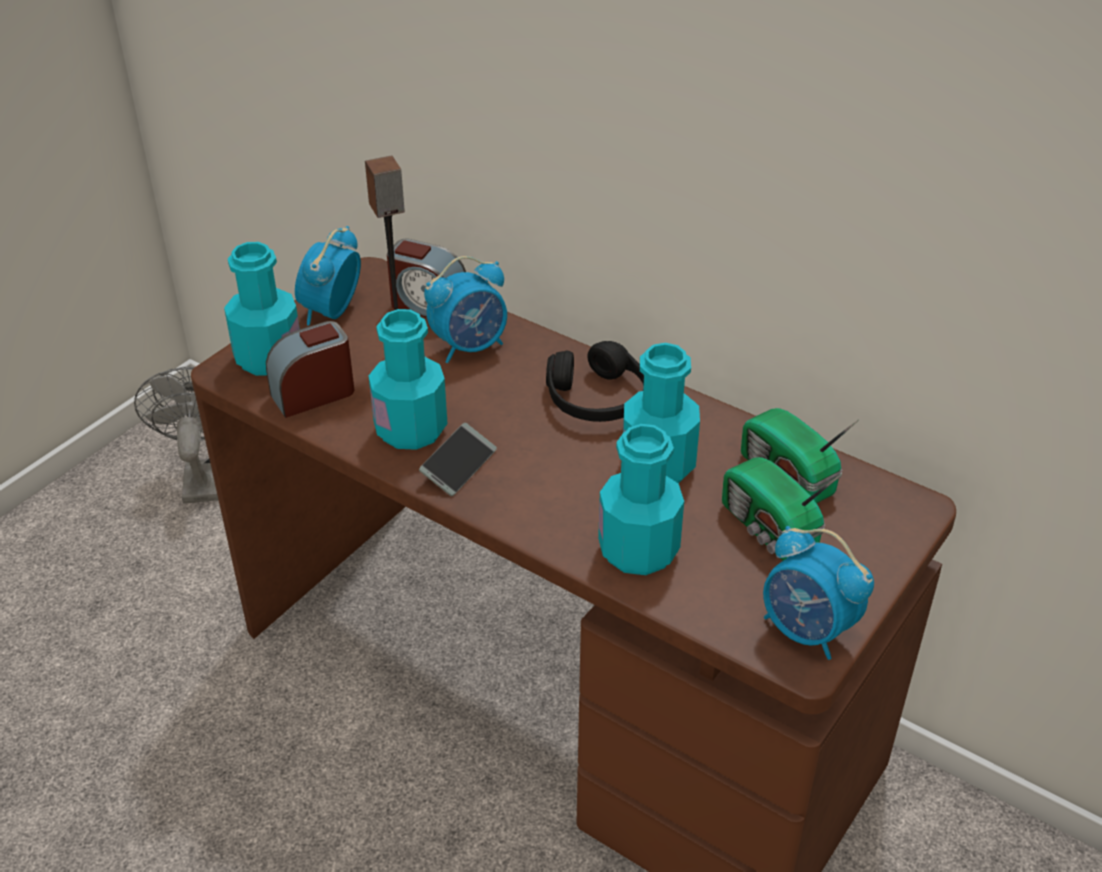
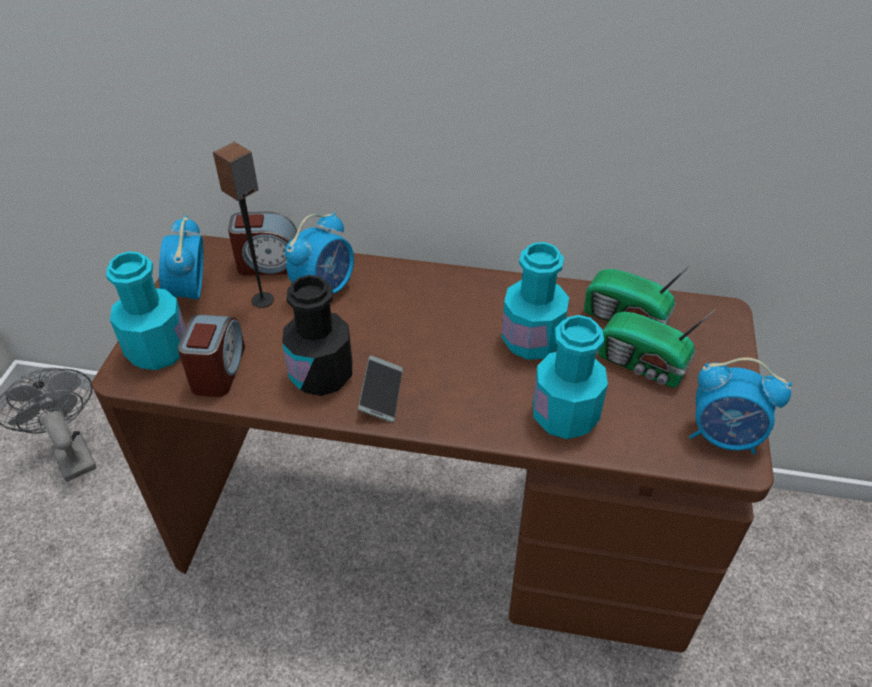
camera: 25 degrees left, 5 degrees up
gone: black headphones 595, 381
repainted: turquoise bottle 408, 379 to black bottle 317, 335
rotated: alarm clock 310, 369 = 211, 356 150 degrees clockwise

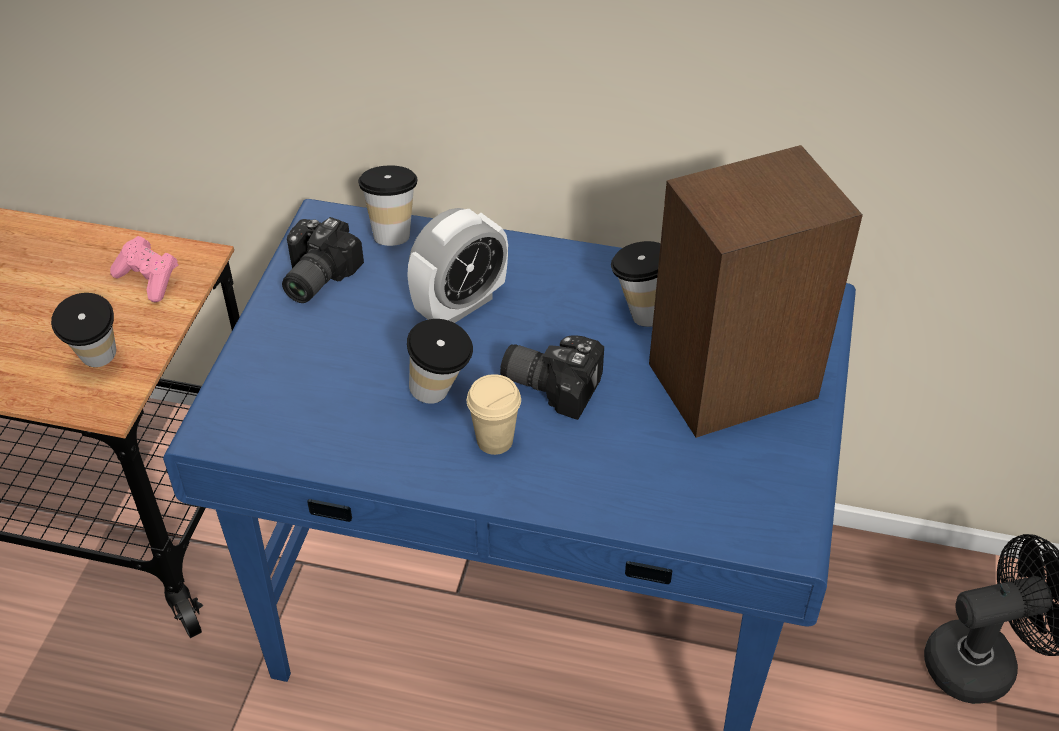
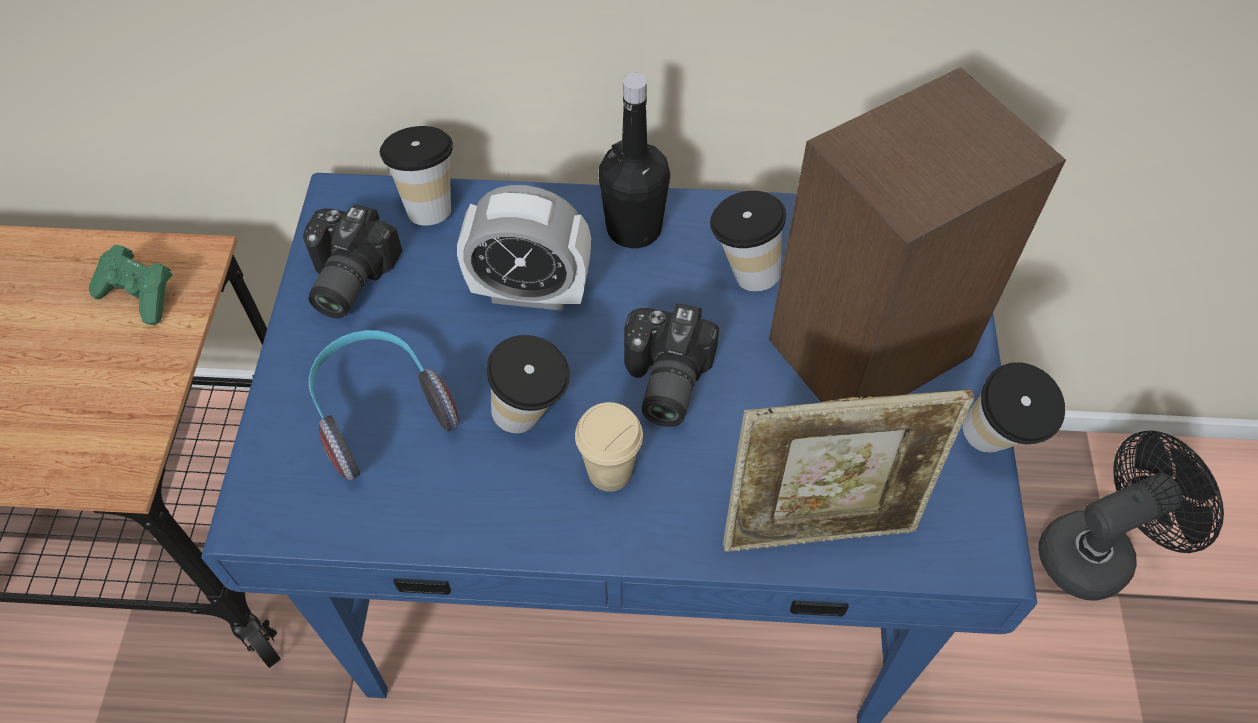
camera: 10 degrees left, 10 degrees up
new: headphones 384, 405; black bottle 634, 160; picture frame 848, 470
shifted: cup 83, 330 to 1014, 407
repainted: pink game controller 144, 269 to green game controller 131, 285
rotated: alarm clock 457, 265 = 524, 248 60 degrees clockwise; photo camera 552, 377 = 671, 365 90 degrees counterclockwise

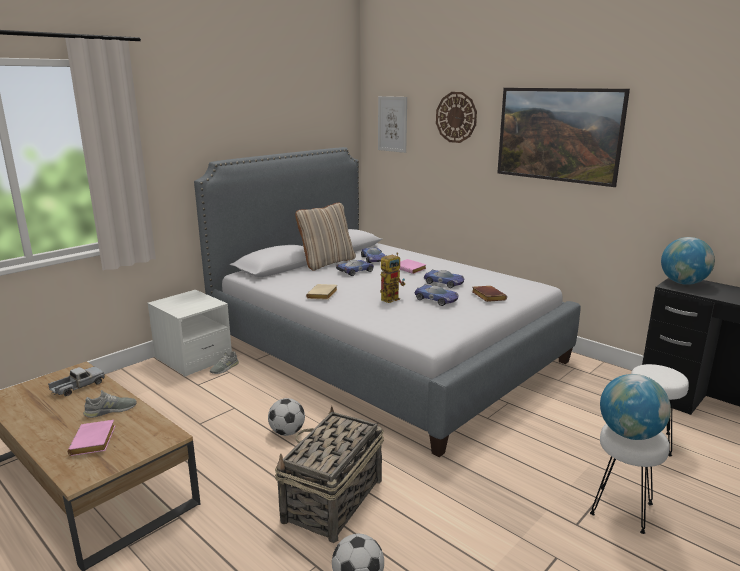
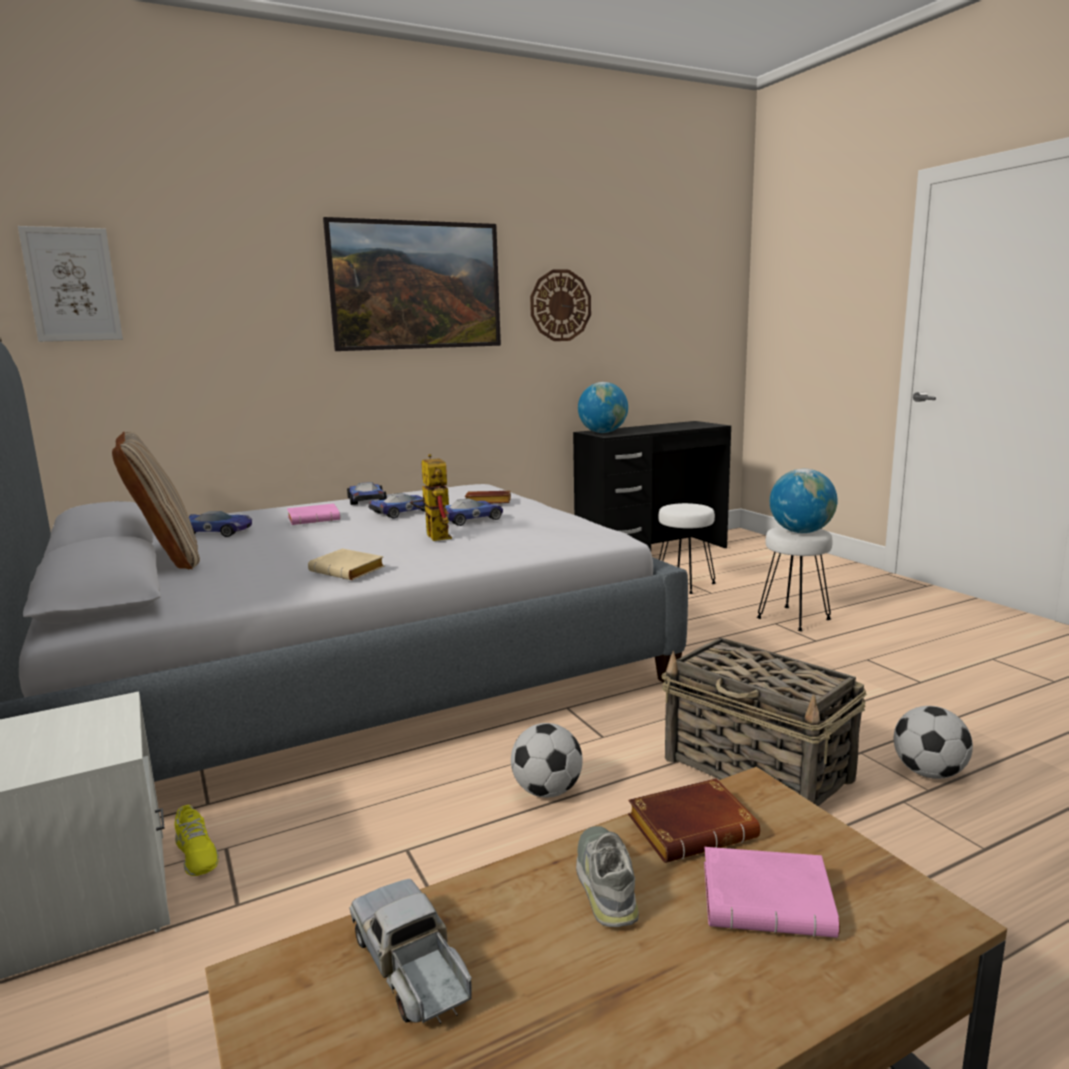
camera: 70 degrees left, 5 degrees down
new: brown book 694, 820
shifted: toy car 355, 268 to 367, 493; wall clock 456, 117 to 560, 305
repainted: grey shoe 224, 362 to yellow shoe 196, 840

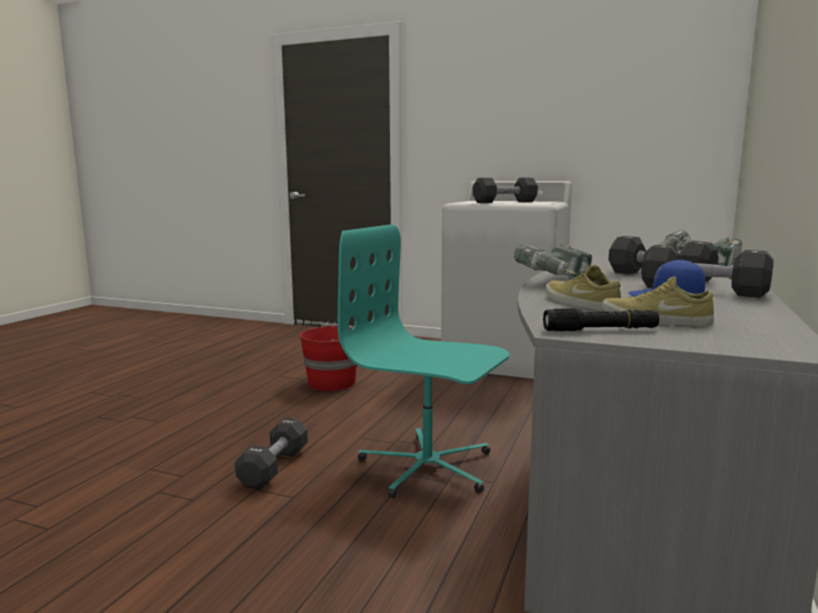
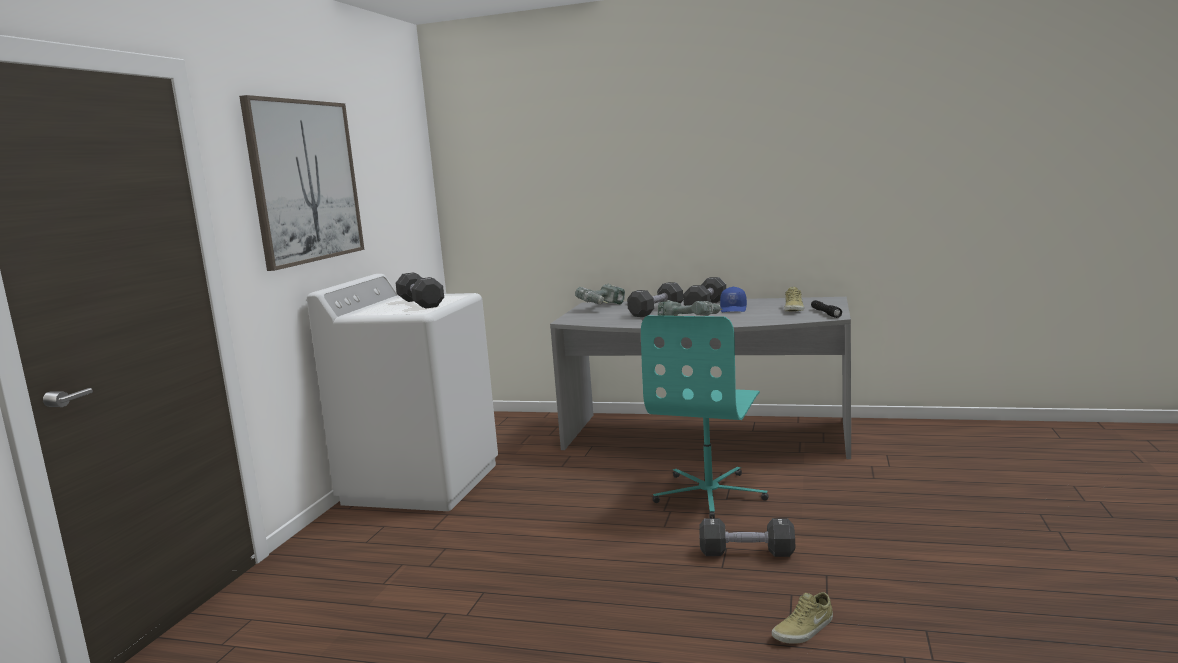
camera: 95 degrees left, 0 degrees up
gone: red bucket 328, 357
new: picture 301, 183
shifted: beige shoe 583, 287 to 802, 618

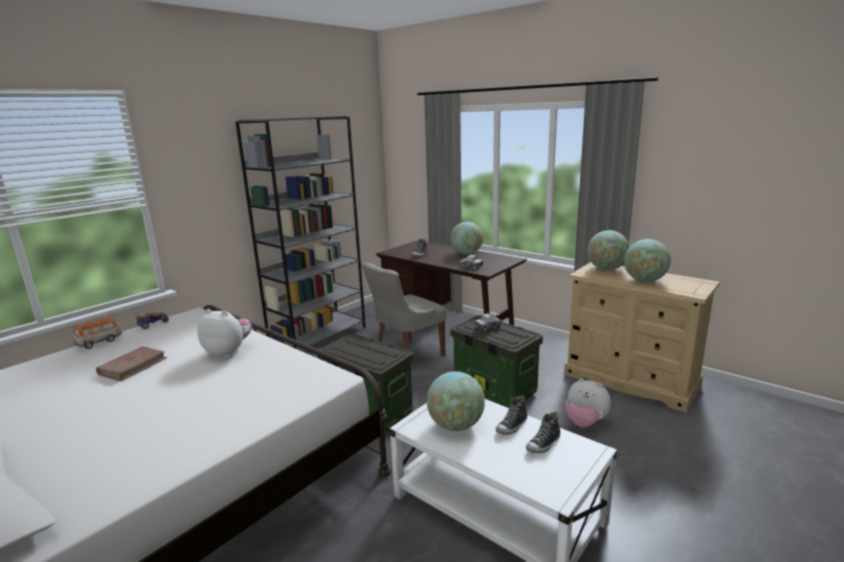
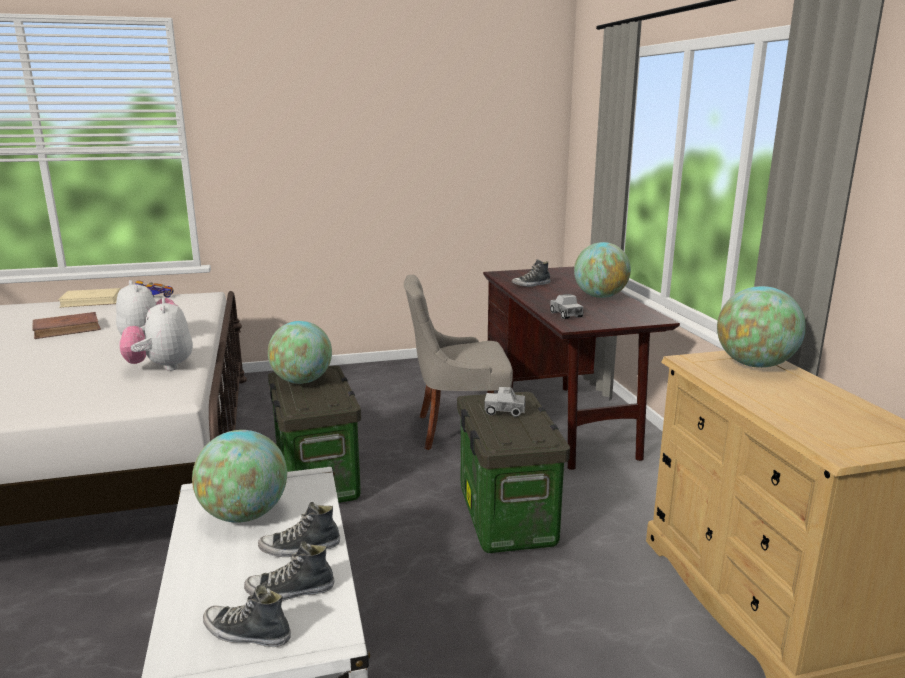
camera: 35 degrees right, 0 degrees up
gone: grey bookcase 301, 233
new: shoe 247, 616
shifted: plush toy 588, 402 to 156, 334; globe 647, 260 to 300, 352
swapped: toy car 97, 333 to beige book 89, 298

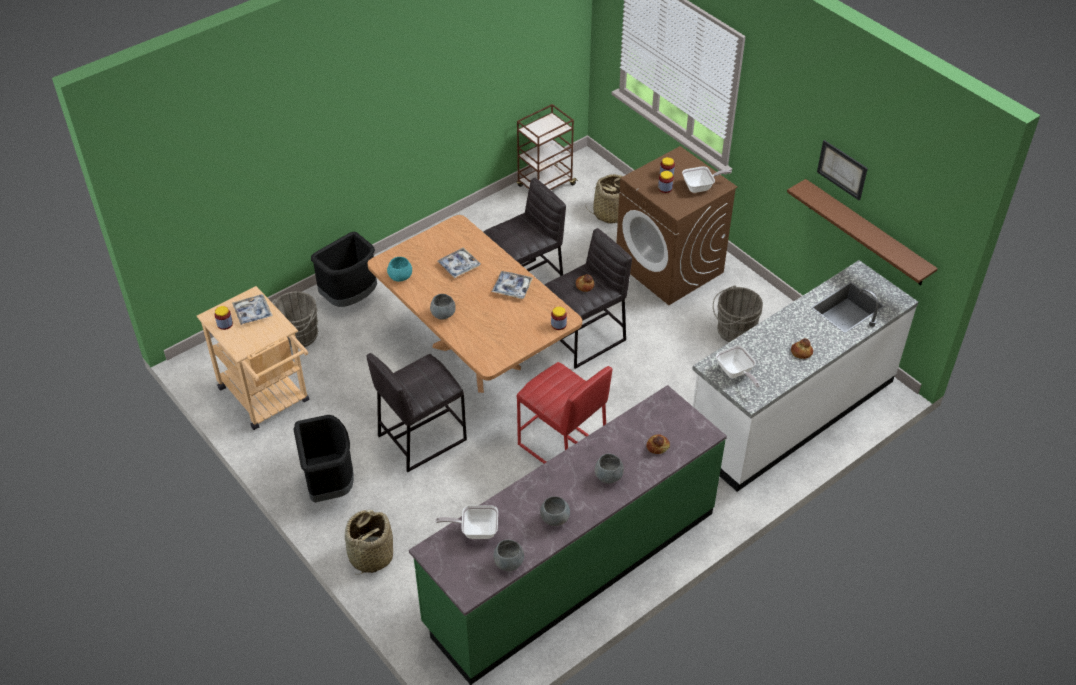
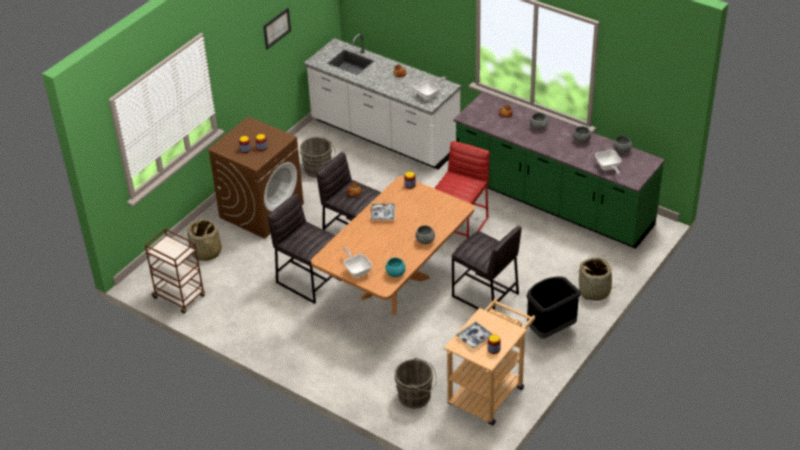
camera: 105 degrees left, 5 degrees down
gone: black trash can 344, 269; tray 459, 262; brown shelf 862, 232
shifted: frying pan 707, 179 to 357, 262

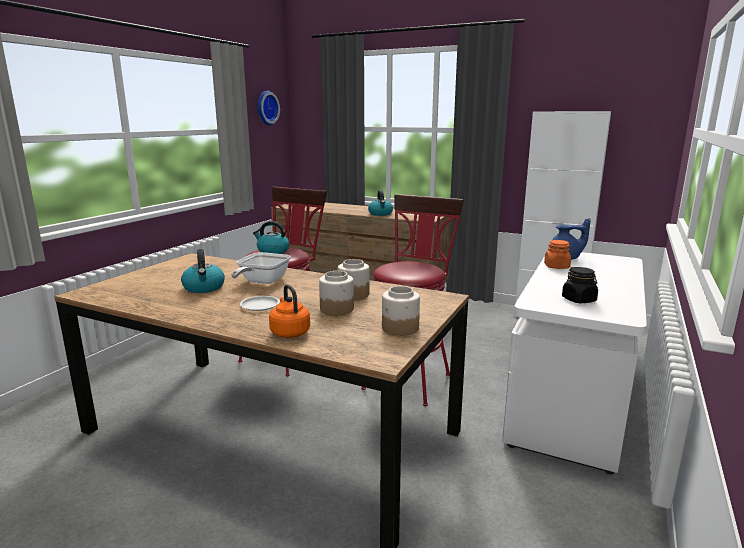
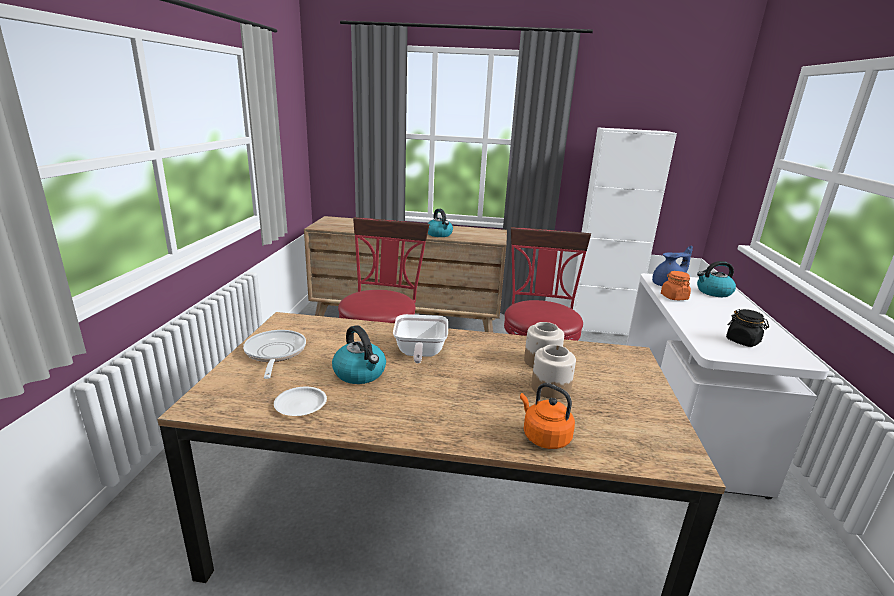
camera: 20 degrees left, 5 degrees up
gone: wall clock 268, 108; jar 401, 310
new: frying pan 274, 354
shifted: white plate 260, 303 to 300, 401; kettle 271, 237 to 716, 279

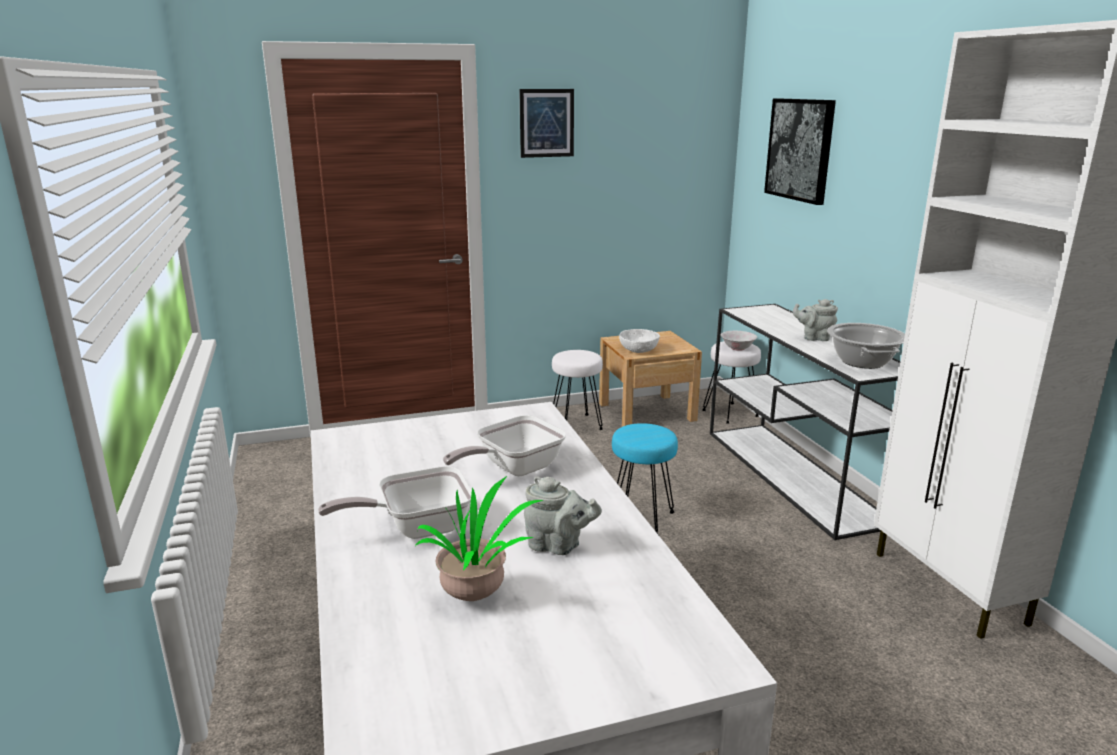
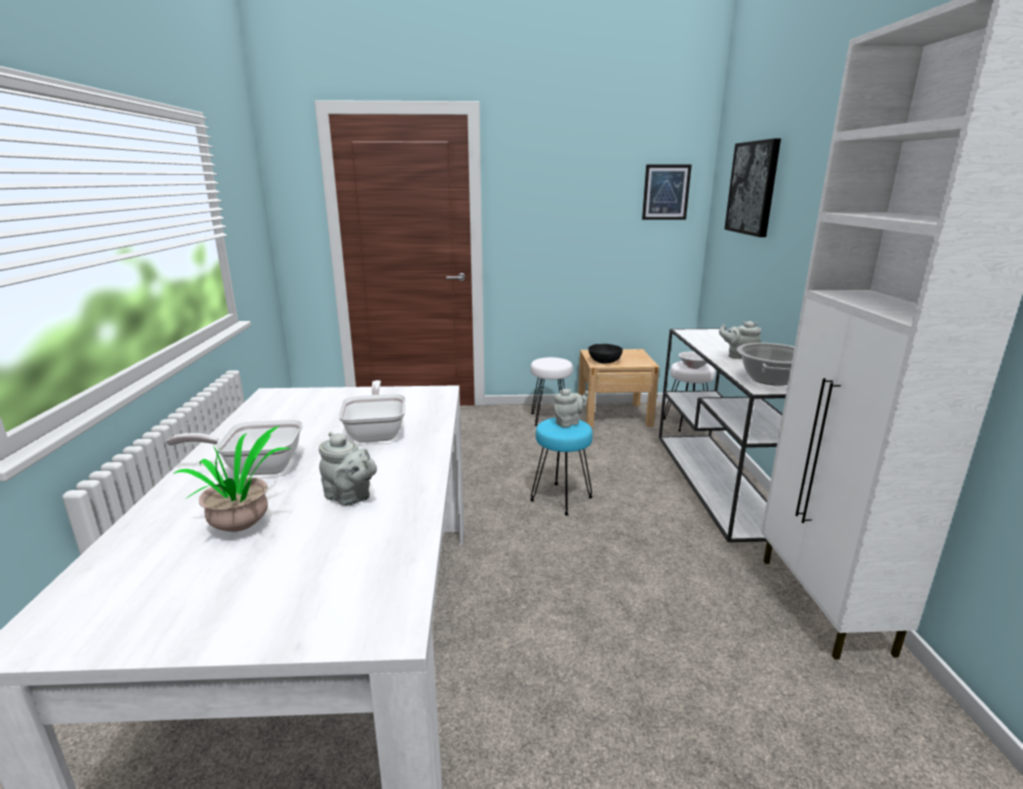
camera: 15 degrees right, 0 degrees up
new: grey teapot 571, 408
shifted: picture 546, 123 to 667, 192
repainted: white bowl 639, 341 to black bowl 606, 353
rotated: frying pan 504, 445 = 372, 411 105 degrees clockwise

